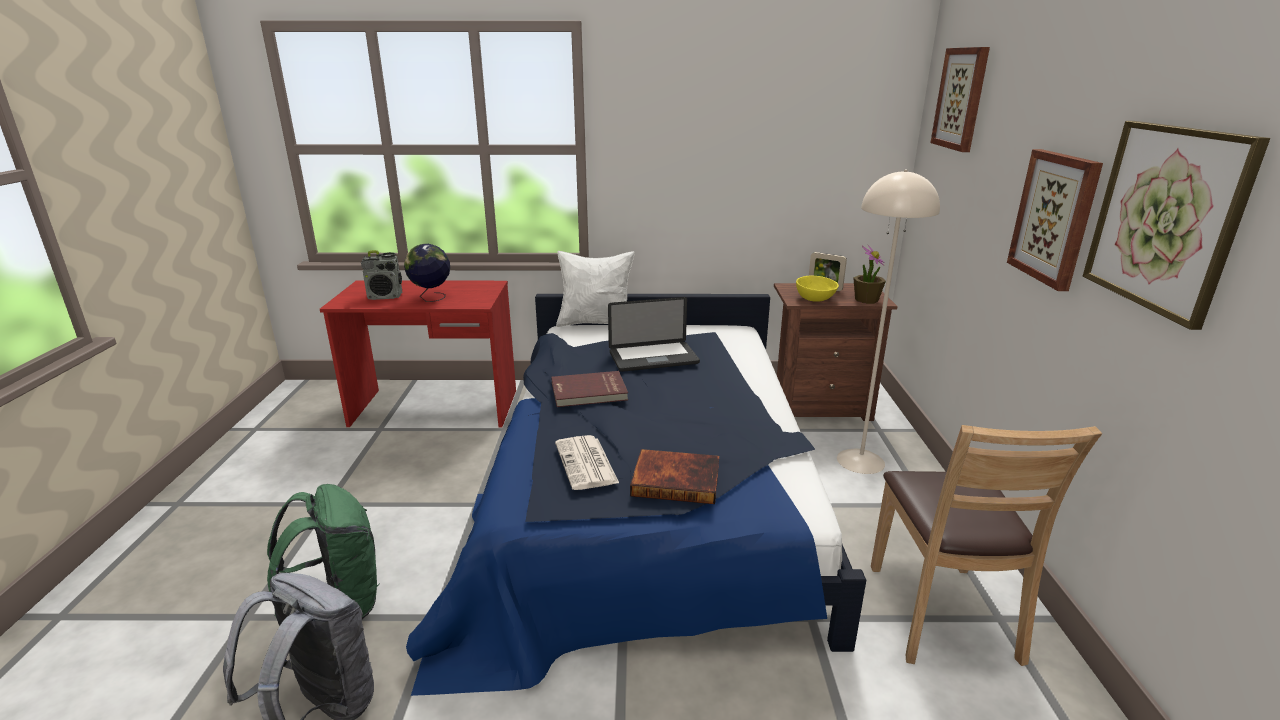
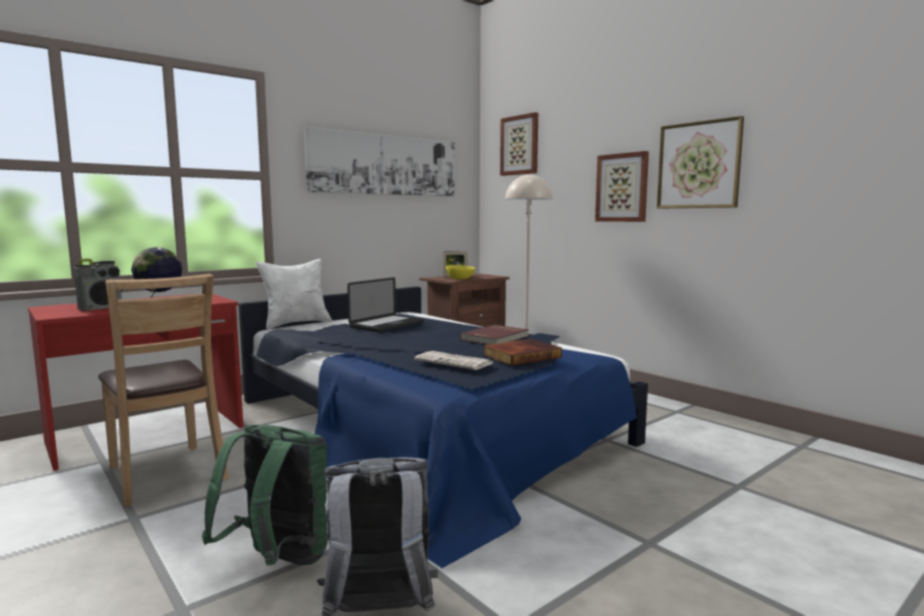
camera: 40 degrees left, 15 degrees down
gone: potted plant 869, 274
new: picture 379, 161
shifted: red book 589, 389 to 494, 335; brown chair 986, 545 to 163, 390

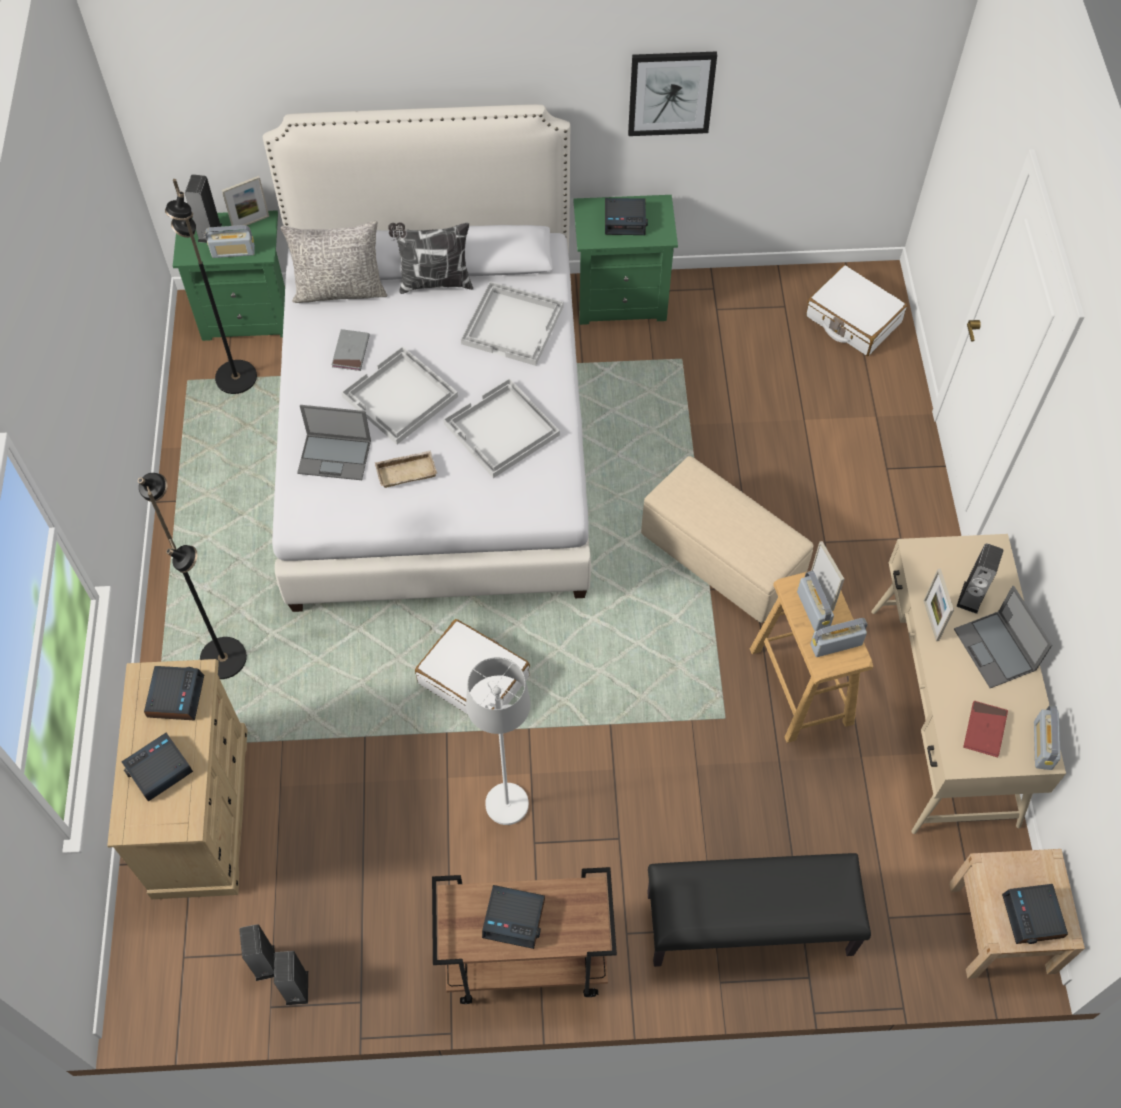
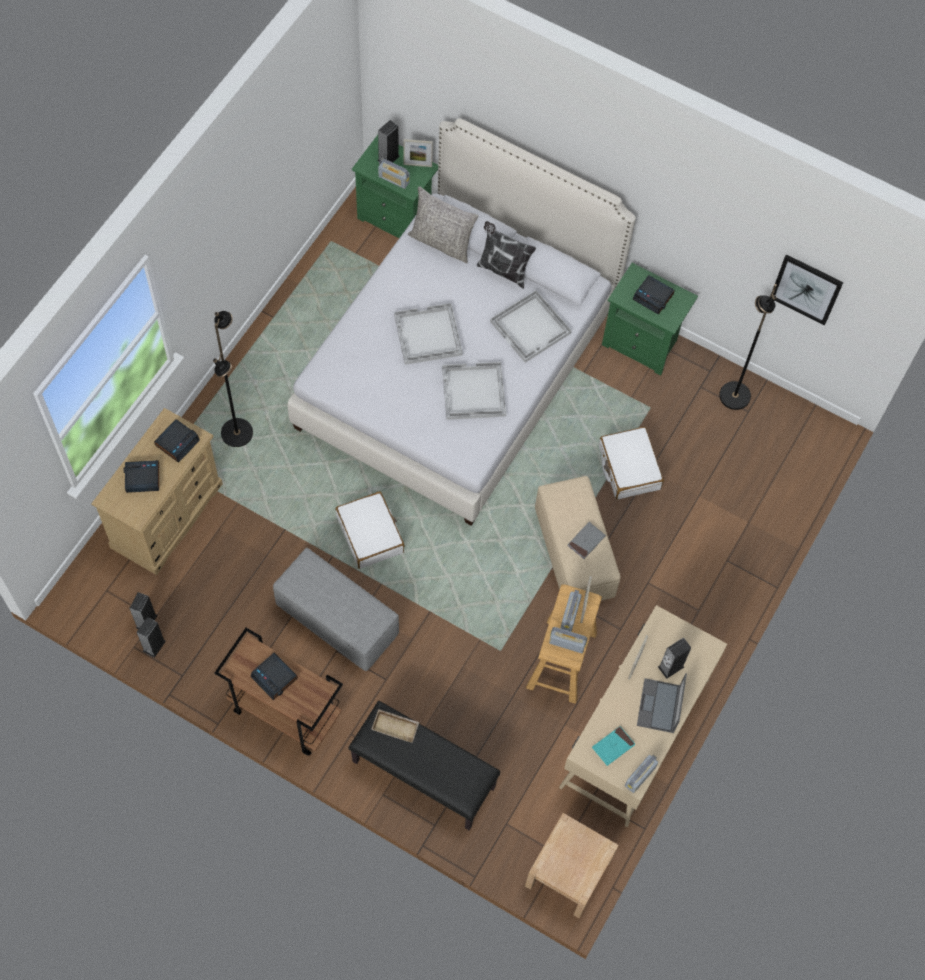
camera: 30 degrees right, 5 degrees up
gone: laptop 334, 442; alarm clock 1035, 914
shifted: black floor lamp 211, 286 to 748, 347; grey book 351, 350 to 586, 540; beige tray 406, 469 to 395, 726; picture 672, 93 to 808, 289; white suitcase 856, 310 to 631, 463
swapped: white floor lamp 498, 741 to grey ottoman 336, 609
repainted: red book 985, 729 to turquoise book 613, 746

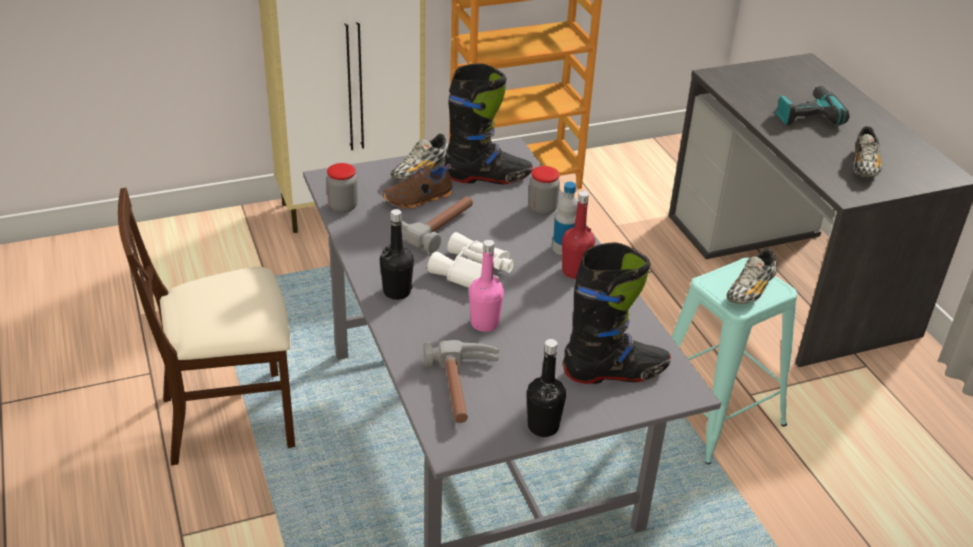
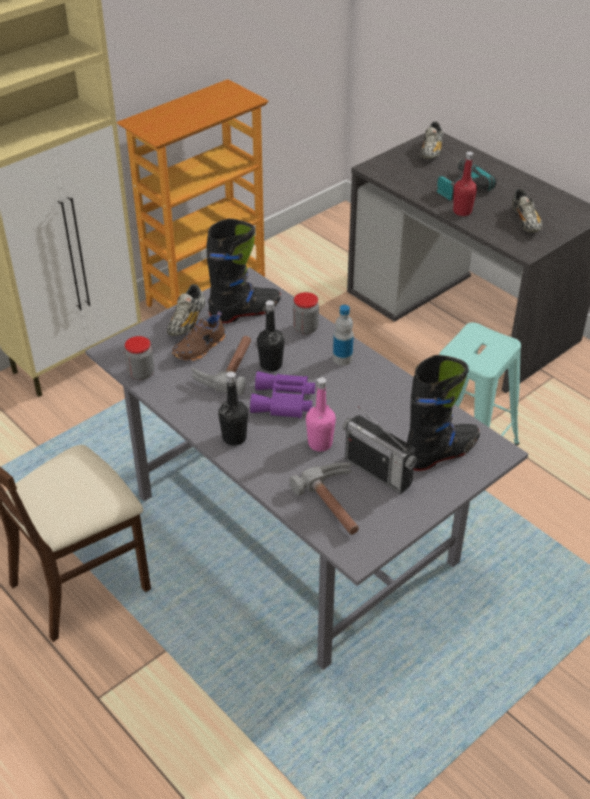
camera: 20 degrees left, 5 degrees up
new: radio 380, 450
shifted: black bottle 546, 388 to 270, 336; red bottle 578, 235 to 465, 183; shoe 752, 276 to 431, 140
repainted: white binoculars 470, 260 to purple binoculars 282, 394

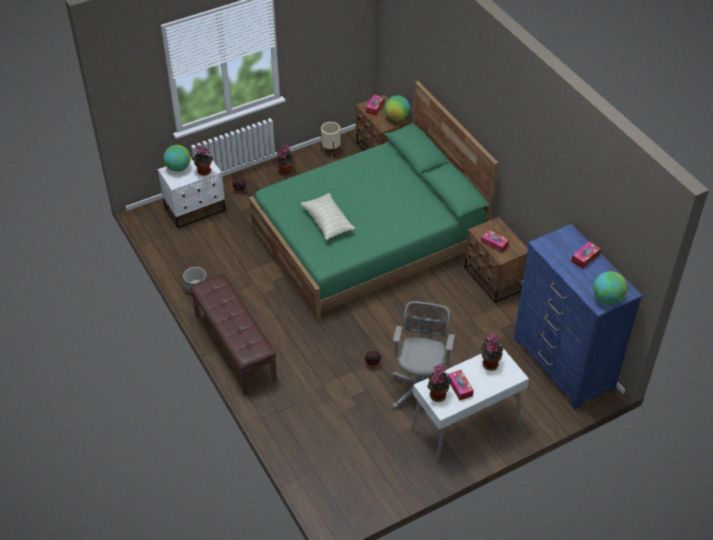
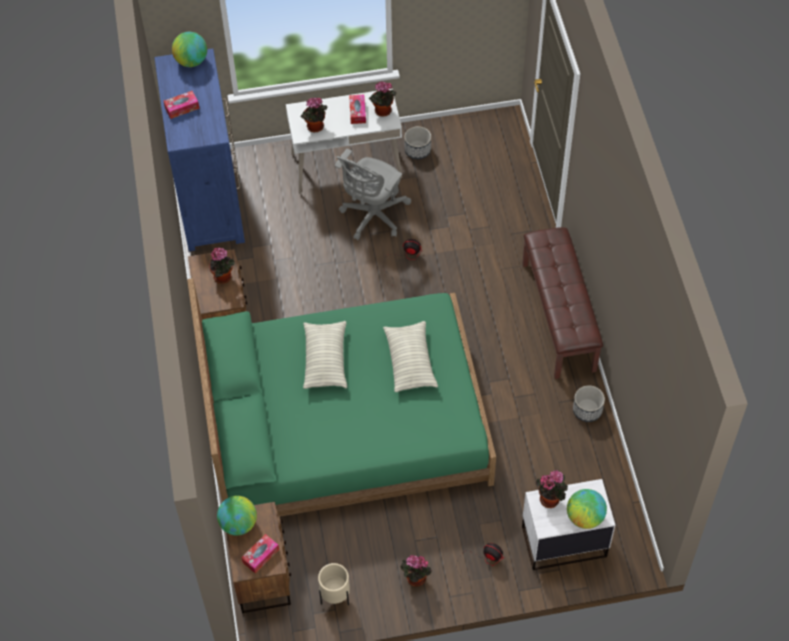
camera: 160 degrees left, 10 degrees up
new: pillow 325, 355; planter 417, 142
swapped: tissue box 495, 241 to potted plant 222, 265

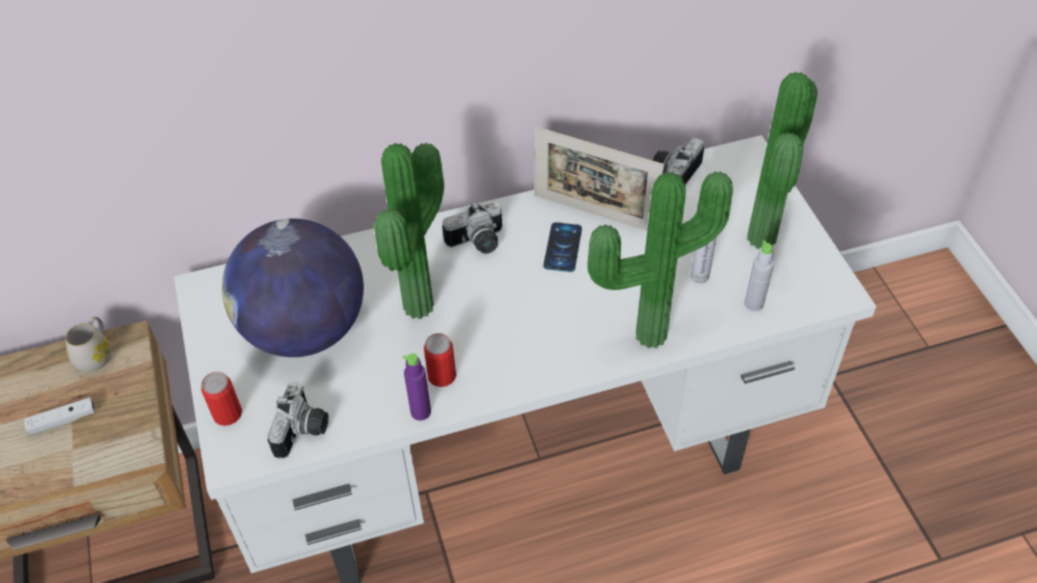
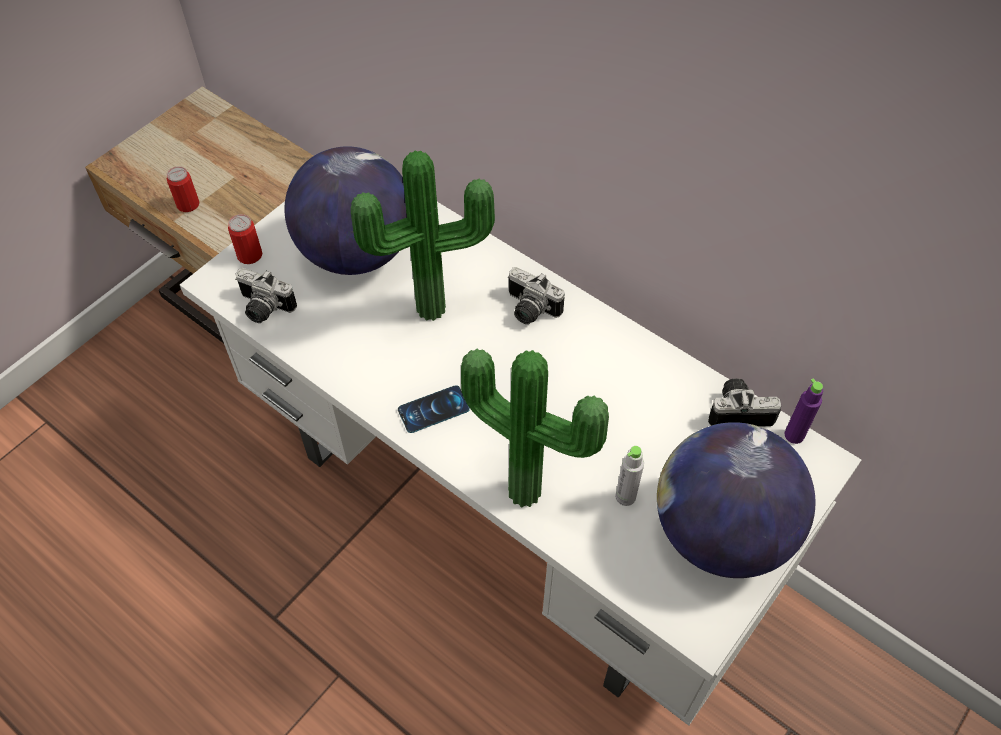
camera: 55 degrees right, 5 degrees up
gone: white game controller 59, 416; white mug 89, 344; picture frame 599, 178; grey bottle 759, 276
shifted: purple bottle 417, 387 to 803, 411; can 440, 360 to 183, 189; phone 562, 247 to 434, 409
swapped: potted plant 782, 160 to globe 736, 500
rotated: photo camera 298, 420 = 266, 295 45 degrees clockwise

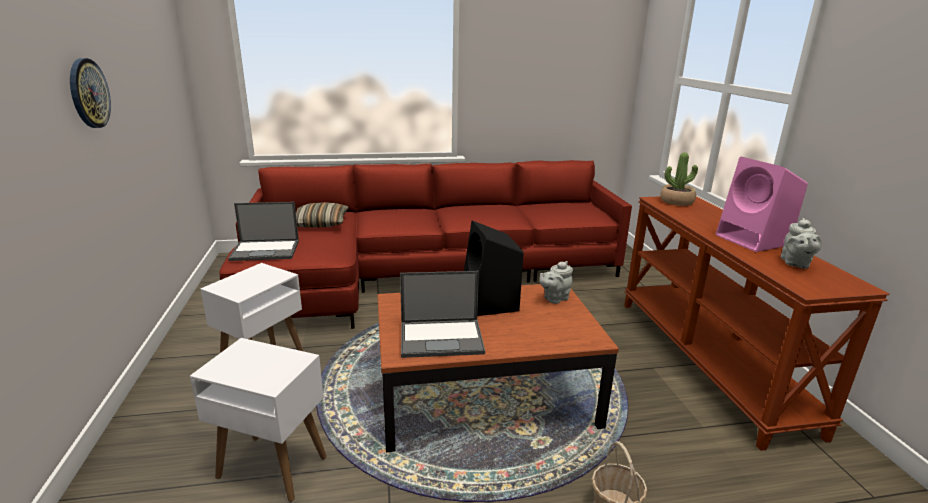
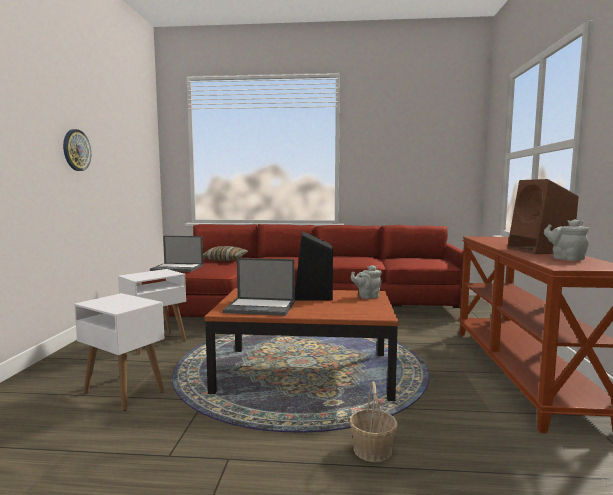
camera: 15 degrees right, 15 degrees down
gone: potted plant 679, 179
repainted: pink speaker 762, 204 to brown speaker 543, 216
rotated: grey teapot 801, 243 = 566, 240 120 degrees clockwise

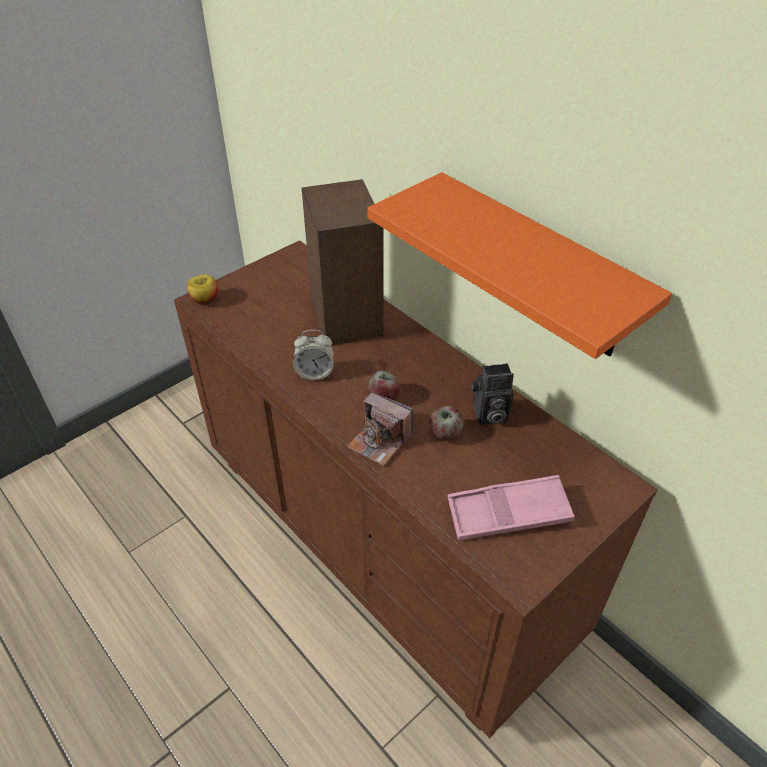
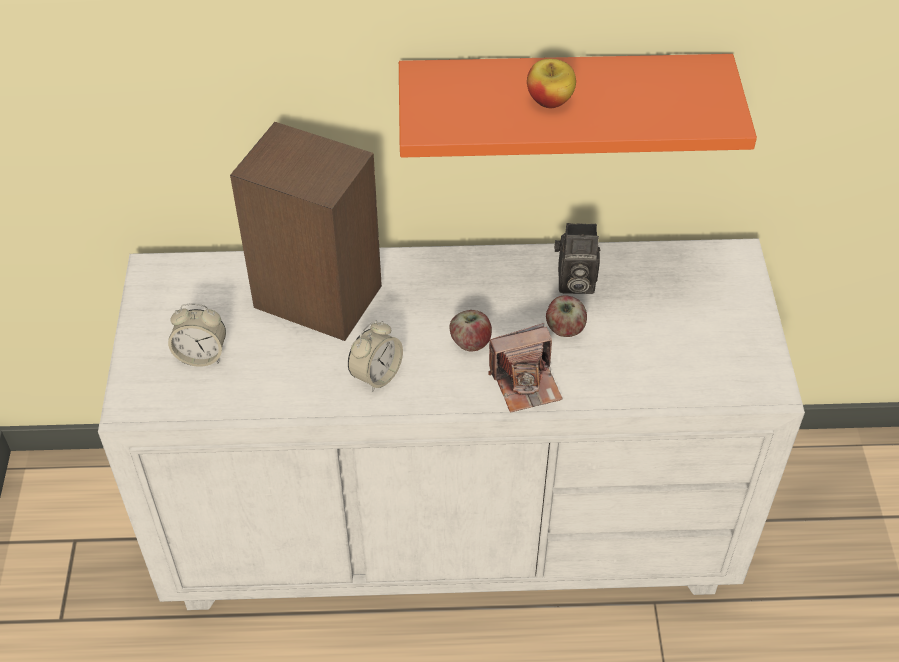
camera: 50 degrees left, 5 degrees up
gone: pink tray 511, 508
new: alarm clock 197, 335
shifted: apple 202, 289 to 551, 83
repainted: brown dresser 416, 489 to white dresser 451, 424
rotated: photo camera 492, 394 = 577, 258 60 degrees clockwise

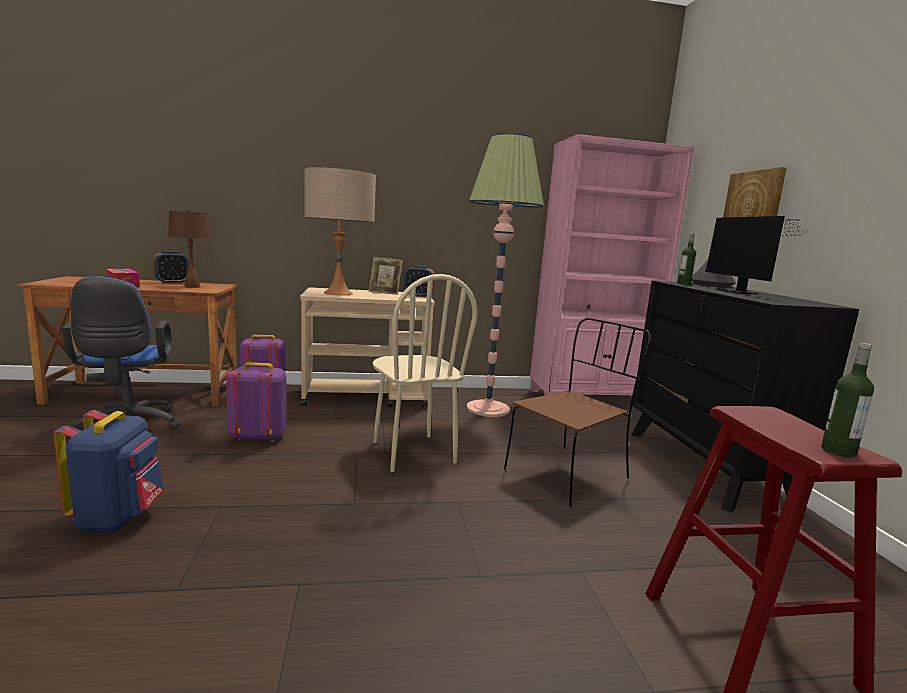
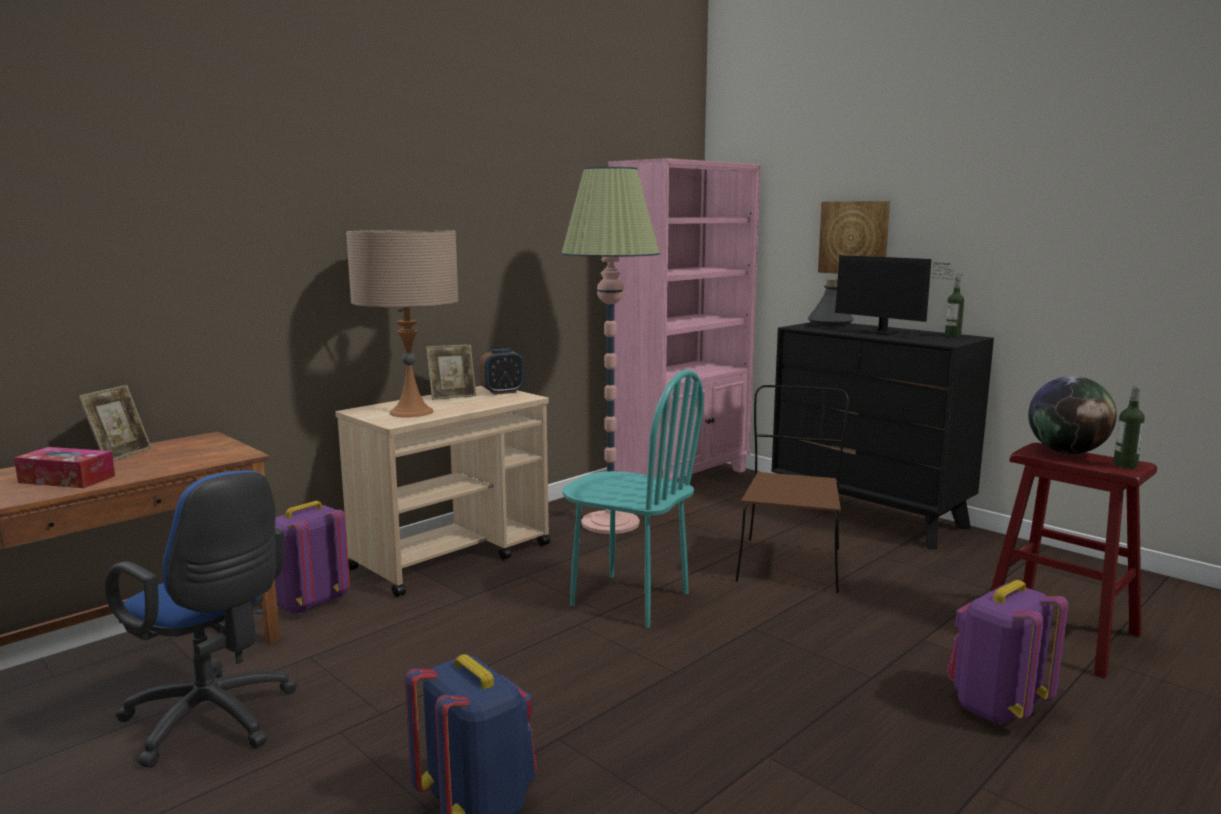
camera: 35 degrees left, 0 degrees up
gone: brown table lamp 189, 249
new: globe 1072, 415
shifted: purple backpack 256, 402 to 1007, 652; bottle 687, 259 to 954, 307
swapped: alarm clock 170, 267 to picture frame 115, 423
repainted: beige chair 425, 373 to turquoise chair 633, 499

